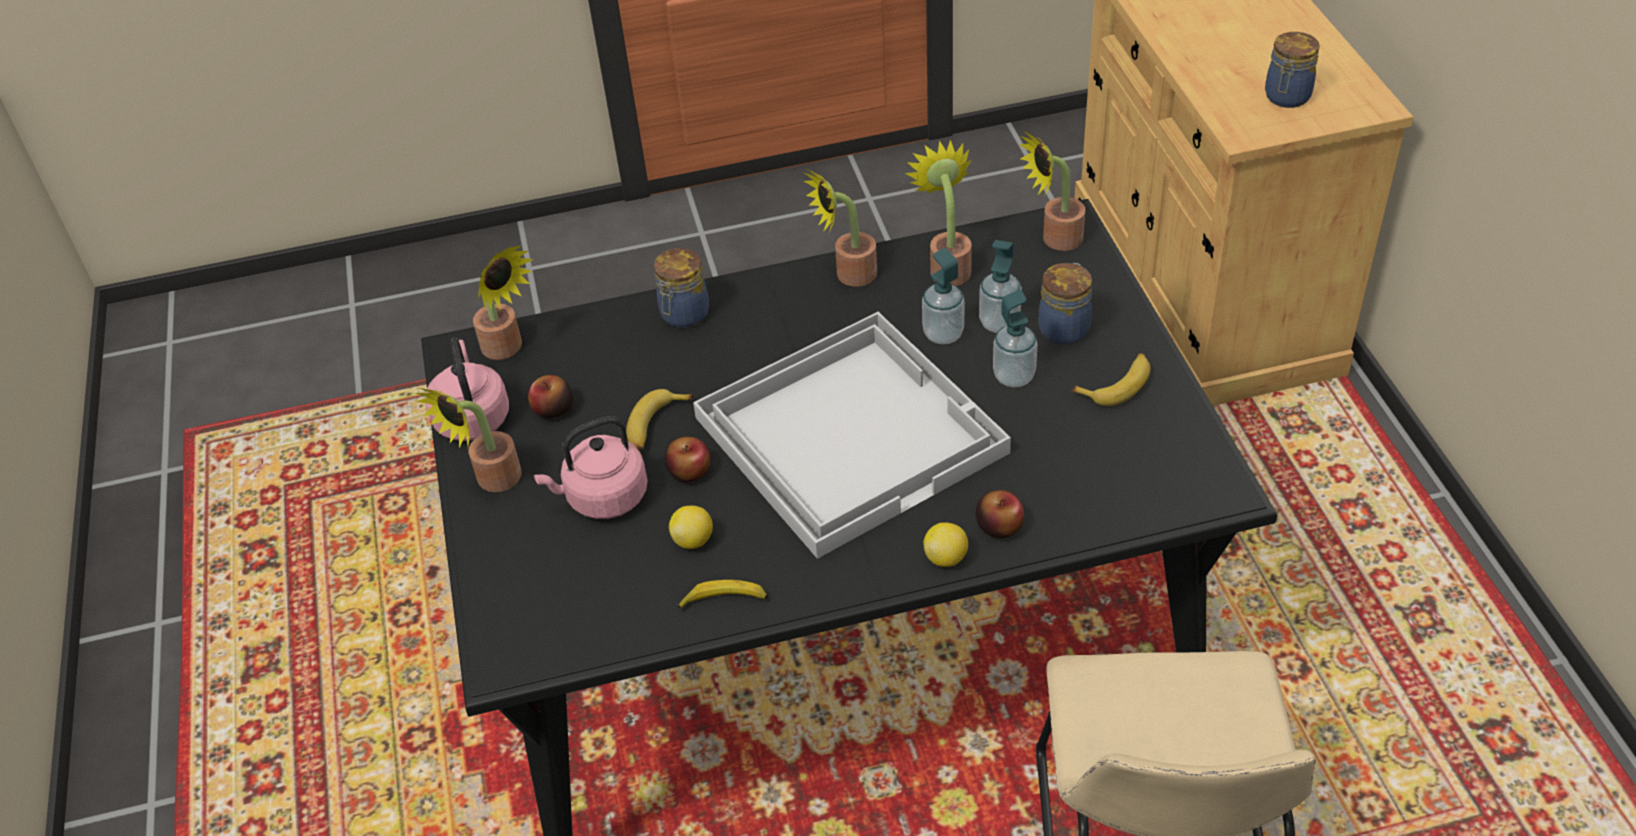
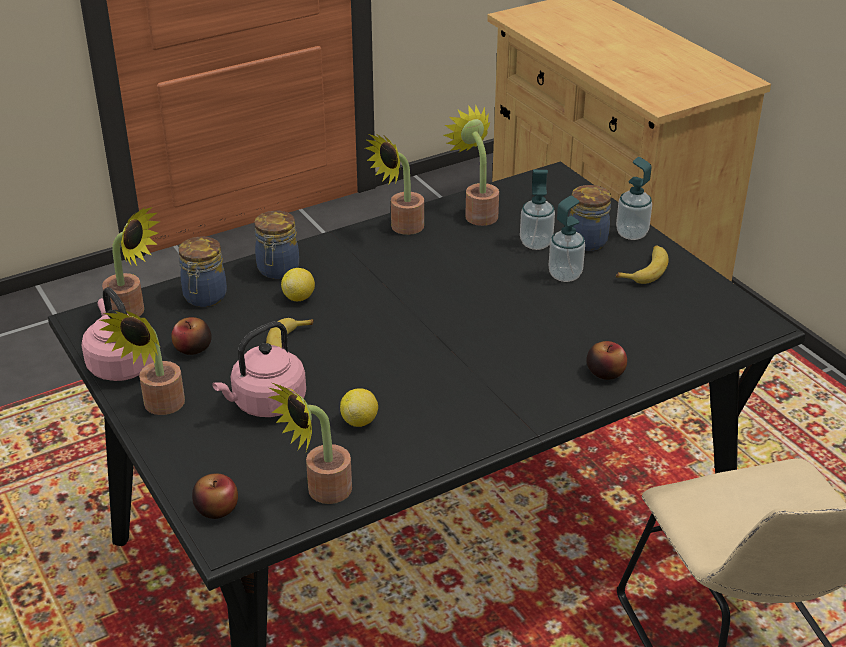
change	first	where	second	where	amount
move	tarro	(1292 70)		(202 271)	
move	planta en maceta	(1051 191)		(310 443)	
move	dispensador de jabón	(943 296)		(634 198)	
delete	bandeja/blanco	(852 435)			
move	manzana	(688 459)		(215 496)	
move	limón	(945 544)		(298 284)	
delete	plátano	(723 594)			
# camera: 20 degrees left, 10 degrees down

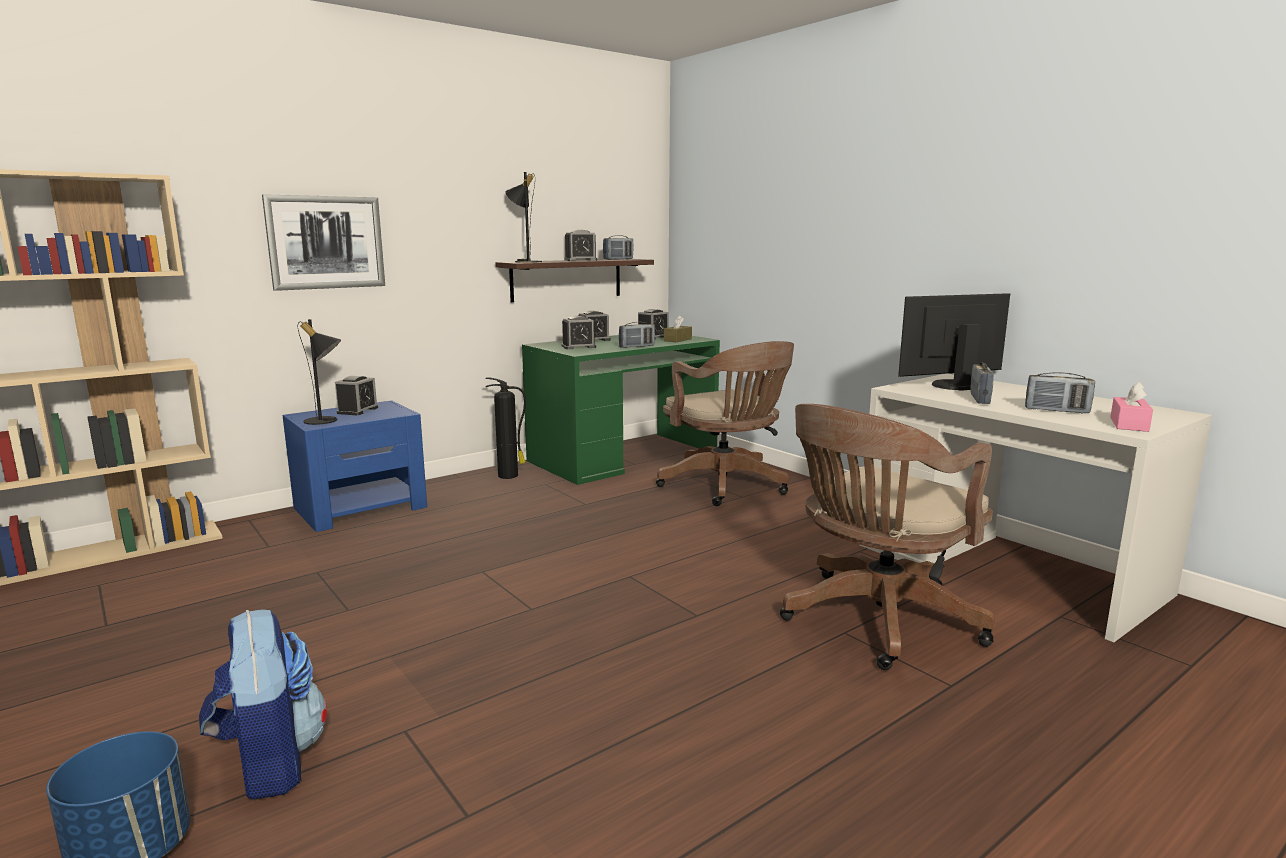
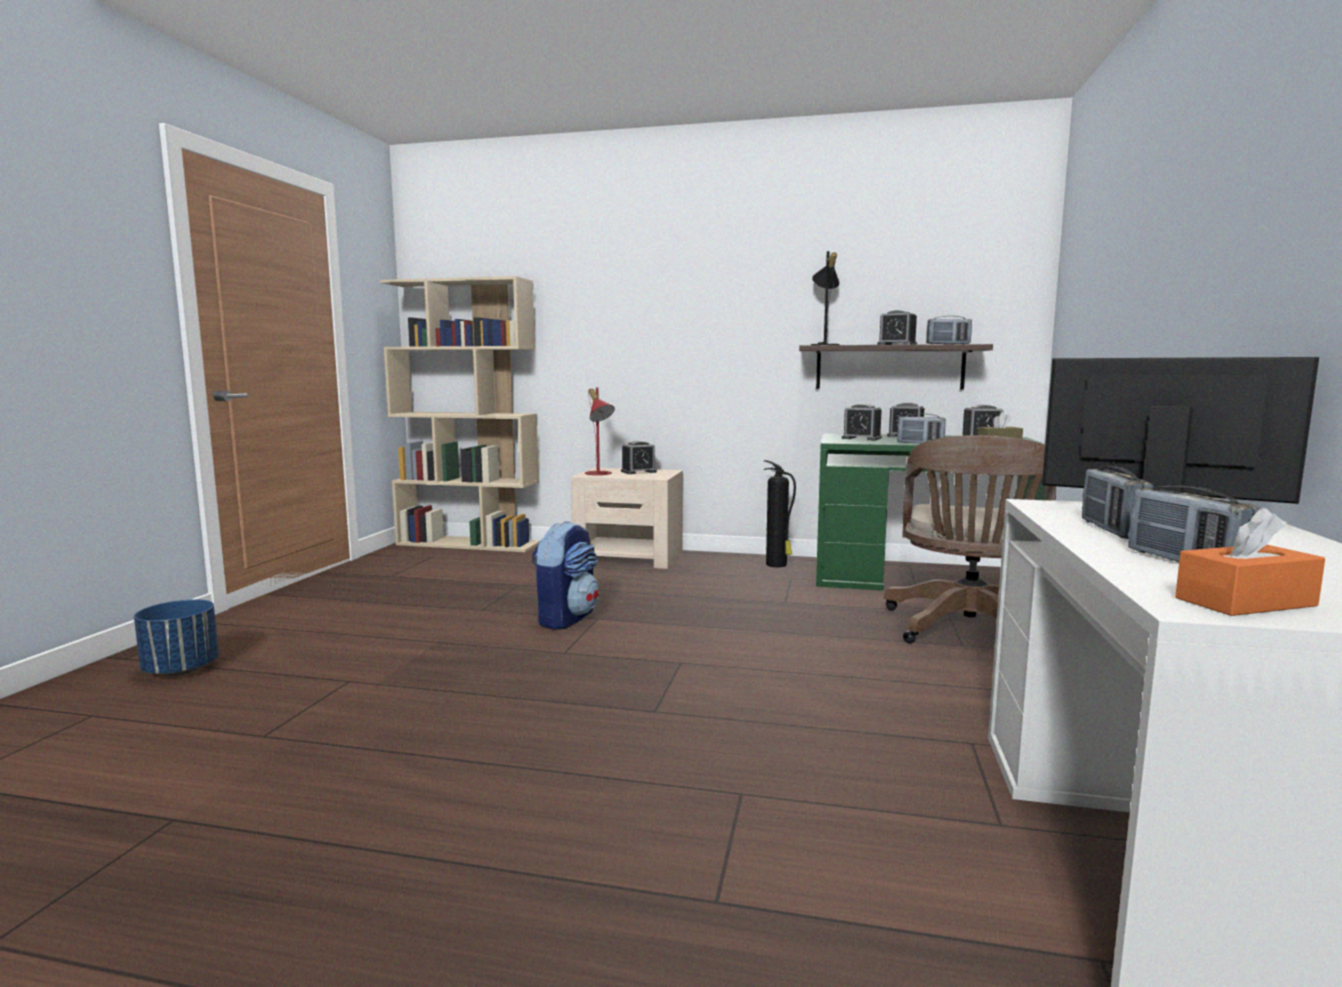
change	first	where	second	where	amount
delete	cuadro	(323 242)			
recolor	lámpara de mesa/negro	(319 372)	lámpara de mesa/rojo	(600 431)	
rotate	radio	(982 383)		(1118 502)	120 degrees clockwise
recolor	caja de pañuelos/rosa	(1131 407)	caja de pañuelos/naranja	(1250 561)	
recolor	mesita de noche/azul	(354 466)	mesita de noche/beis	(627 518)	
delete	silla de oficina/marrón	(887 537)			
move	mochila	(263 704)		(565 575)	
# camera: 50 degrees right, 5 degrees down

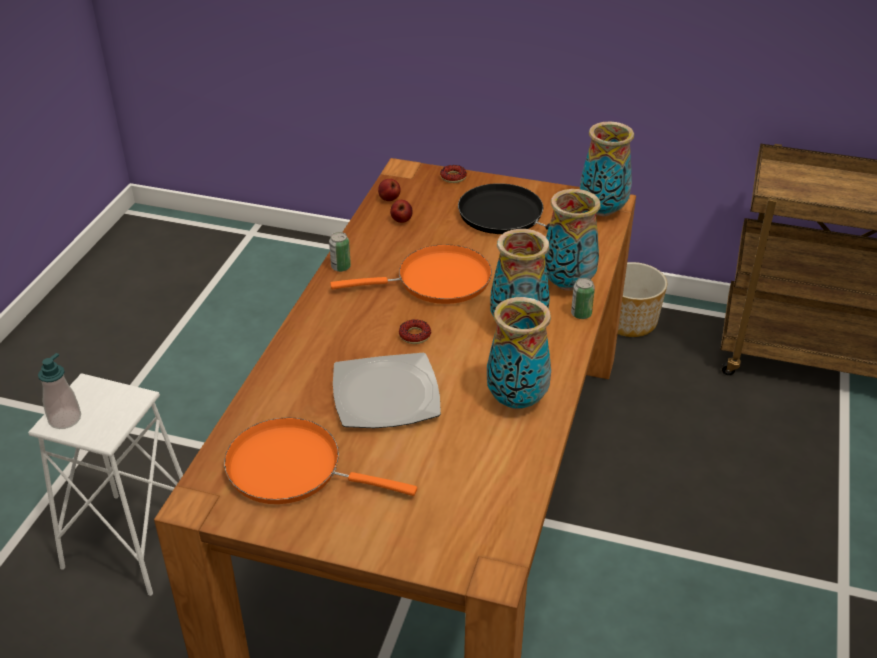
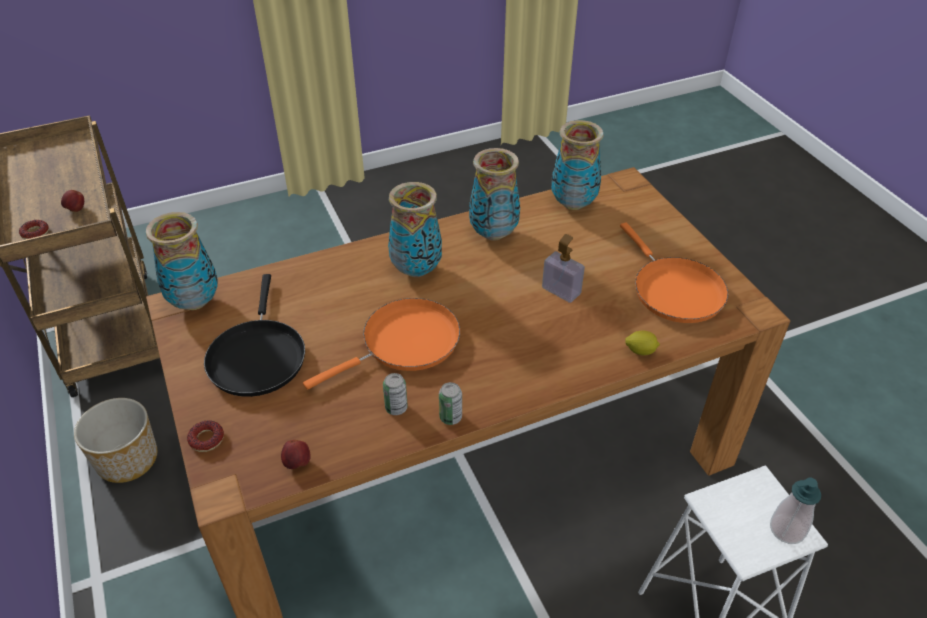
change	first	where	second	where	amount
move	florero	(573 240)		(577 165)	
move	manzana	(401 211)		(72 201)	
rotate	sartén/naranja	(411 274)		(381 344)	105 degrees clockwise
move	lata	(583 298)		(395 394)	
move	rosquilla	(415 331)		(34 229)	
replace	plato	(387 390)	dispensador de jabón	(563 268)	
insert			limón	(642 343)	
# camera: 130 degrees left, 5 degrees up

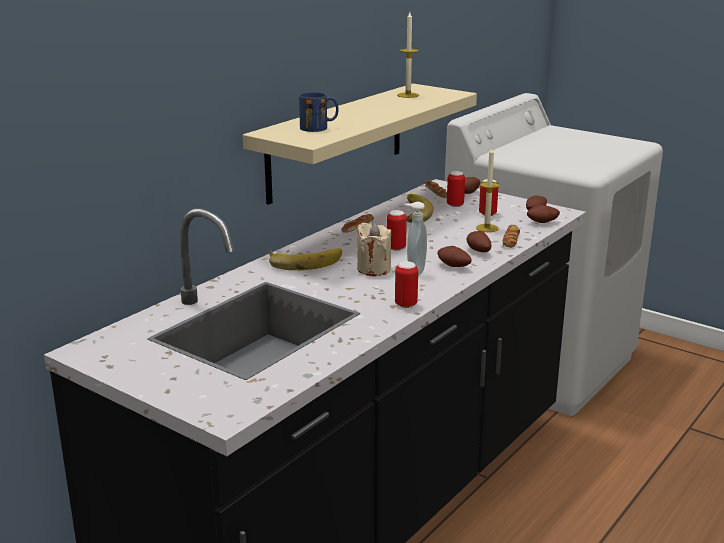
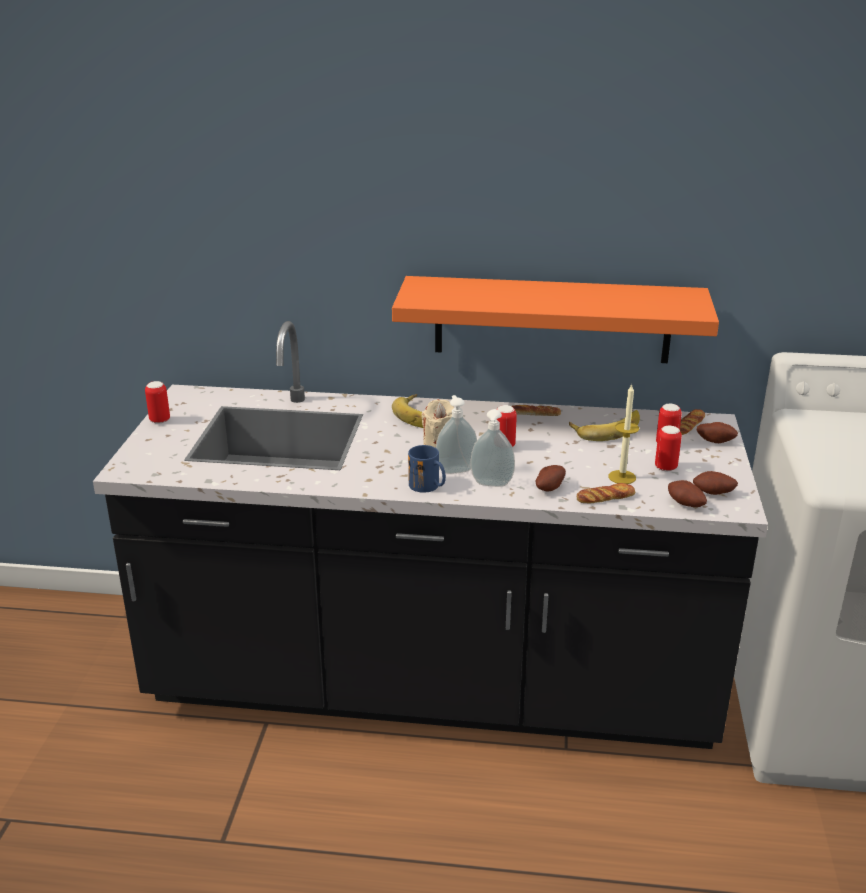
change	first	where	second	where	amount
delete	vela	(408 55)			
recolor	estante/beis	(360 144)	estante/naranja	(555 319)	
move	taza grande/azul	(319 112)		(427 469)	
replace	patata	(455 256)	dispensador de jabón	(493 448)	
move	lata	(406 284)		(157 402)	
# camera: 60 degrees right, 5 degrees up

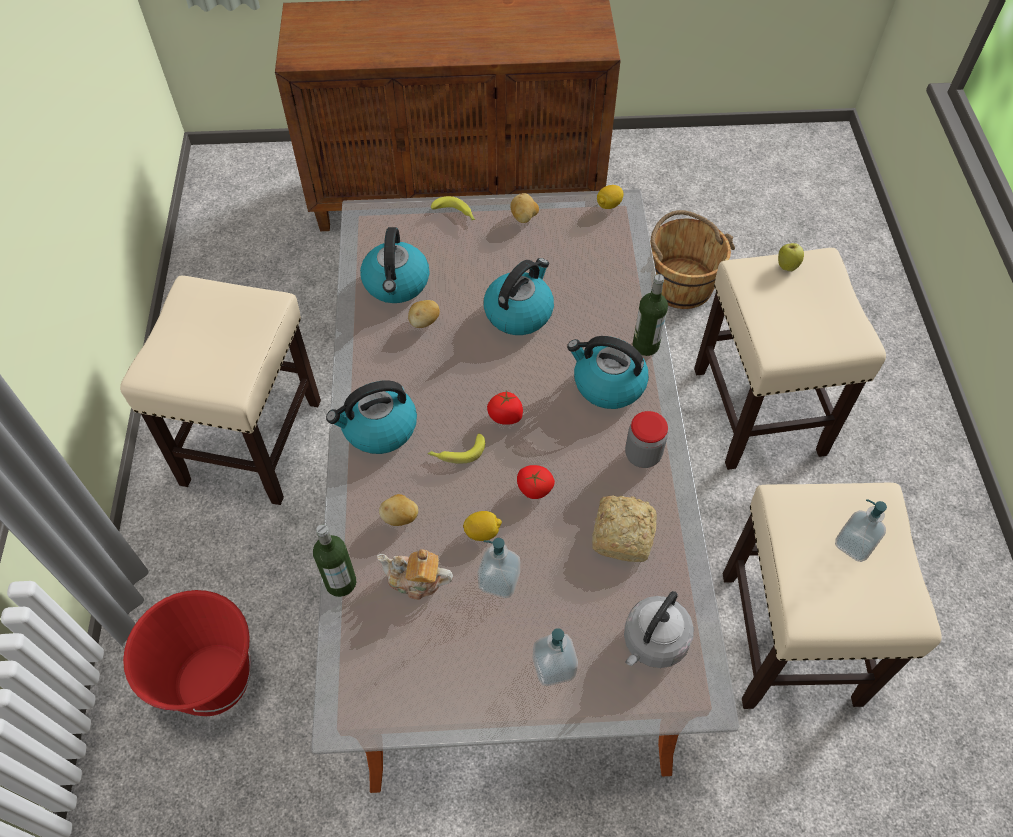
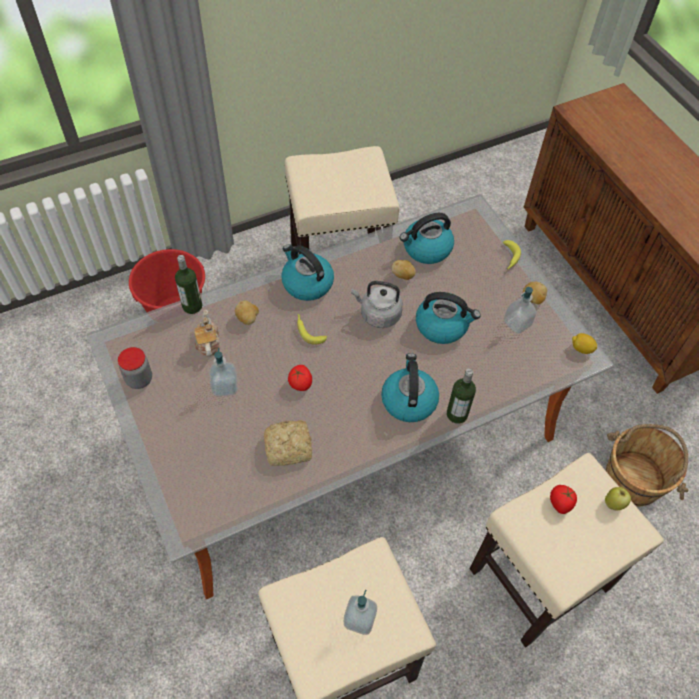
change	first	where	second	where	amount
move	tomate	(505 408)		(563 499)	
move	tarro	(646 439)		(135 368)	
delete	limón	(482 526)			
move	hervidor/gris	(659 629)		(377 304)	
move	dispensador de jabón	(555 657)		(520 310)	
# camera: 65 degrees right, 0 degrees up

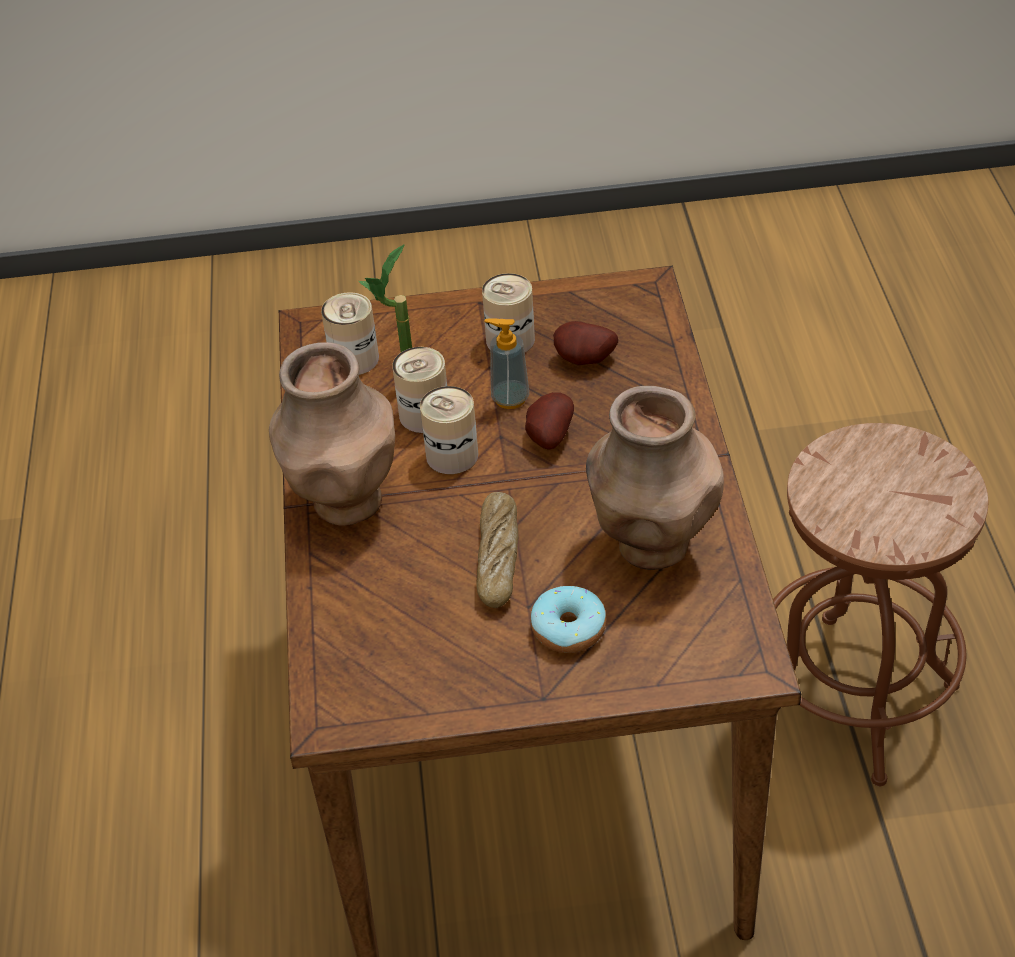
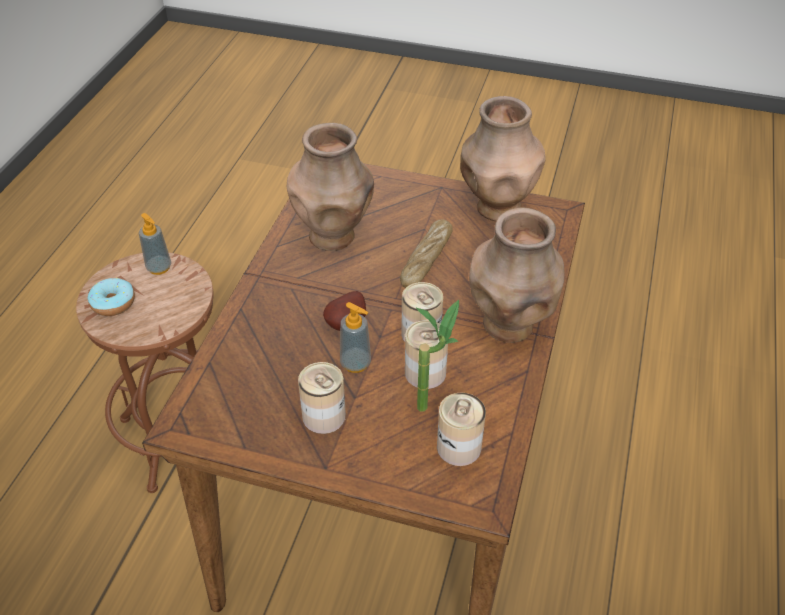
change	first	where	second	where	amount
delete	patata	(585 343)			
move	rosquilla	(568 619)		(111 297)	
insert			florero/marrón	(503 158)	
insert			dispensador de jabón	(155 244)	
# camera: 160 degrees left, 0 degrees up

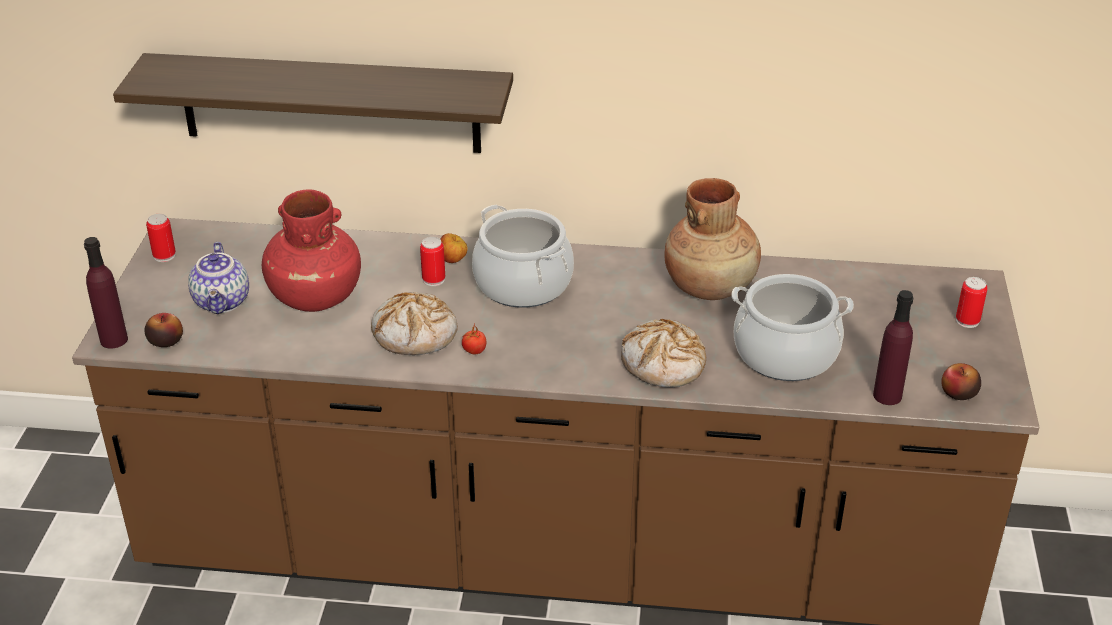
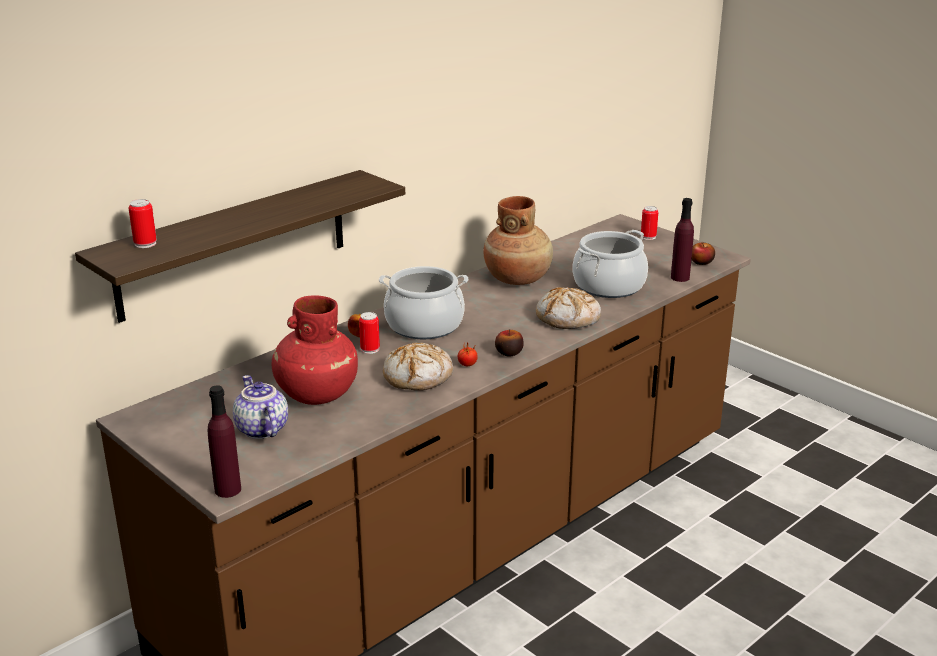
change	first	where	second	where	amount
move	lata	(161 238)		(143 223)	
rotate	tetera	(218 278)		(260 407)	150 degrees counterclockwise
move	manzana	(164 330)		(509 343)	
# camera: 50 degrees left, 10 degrees down

